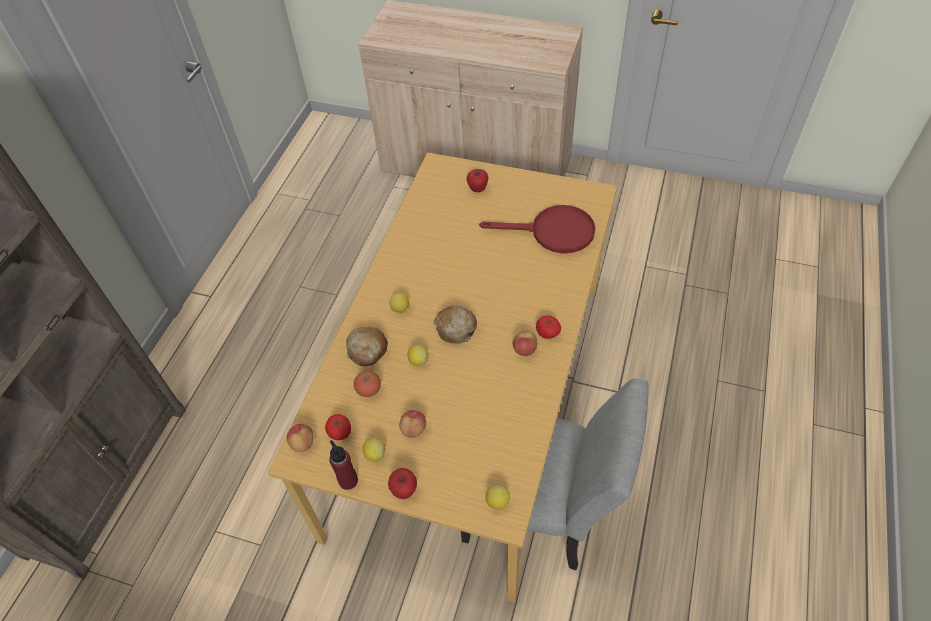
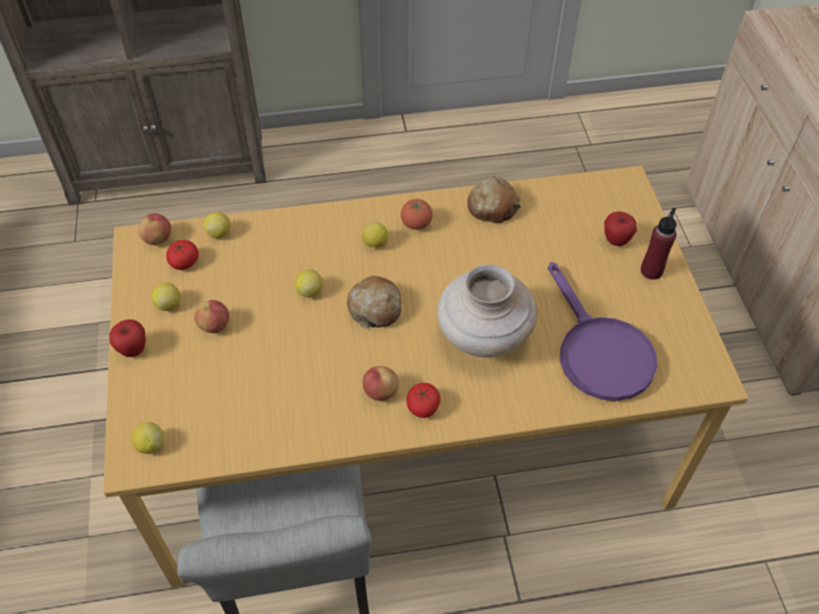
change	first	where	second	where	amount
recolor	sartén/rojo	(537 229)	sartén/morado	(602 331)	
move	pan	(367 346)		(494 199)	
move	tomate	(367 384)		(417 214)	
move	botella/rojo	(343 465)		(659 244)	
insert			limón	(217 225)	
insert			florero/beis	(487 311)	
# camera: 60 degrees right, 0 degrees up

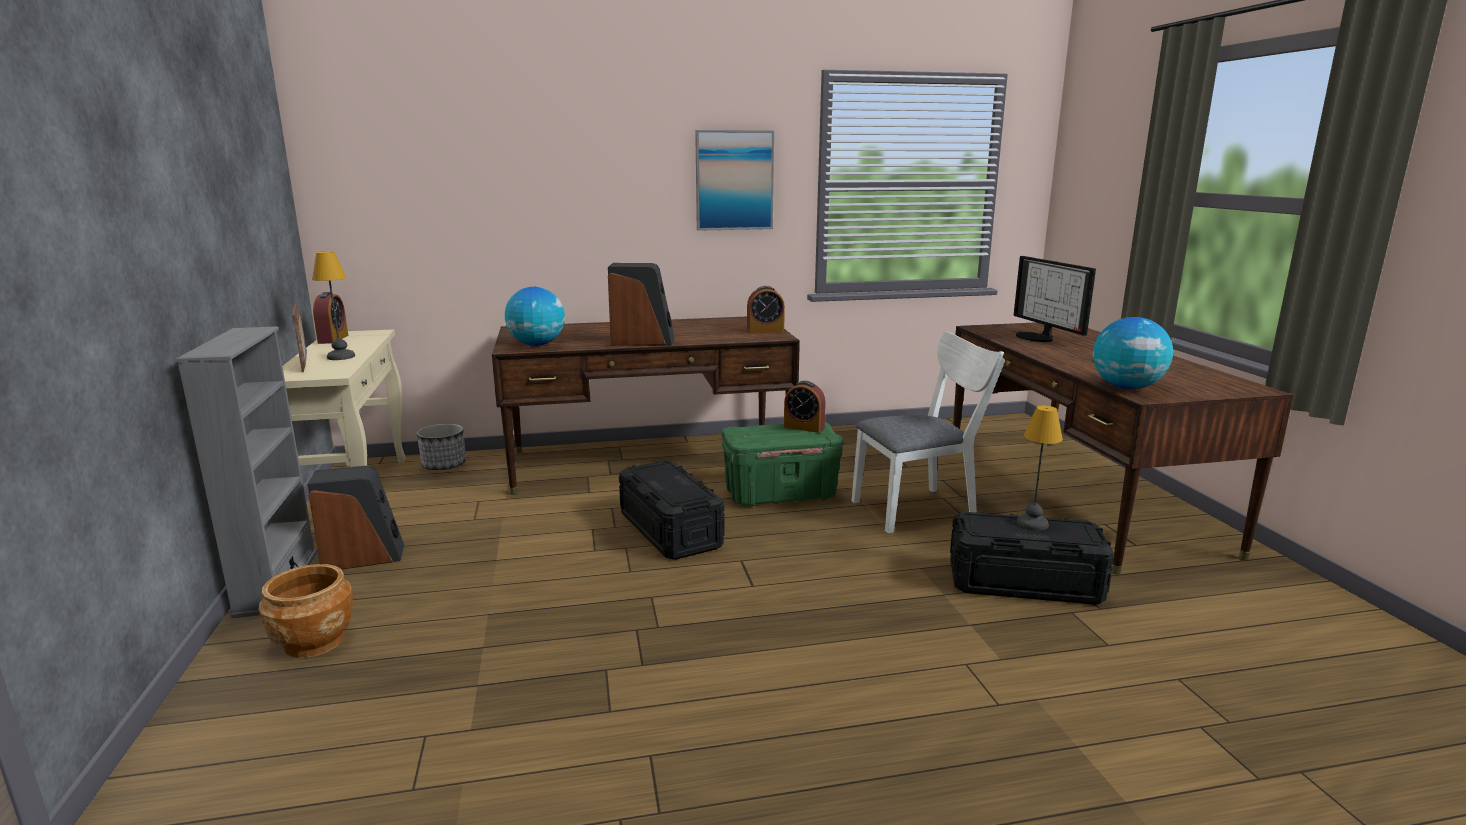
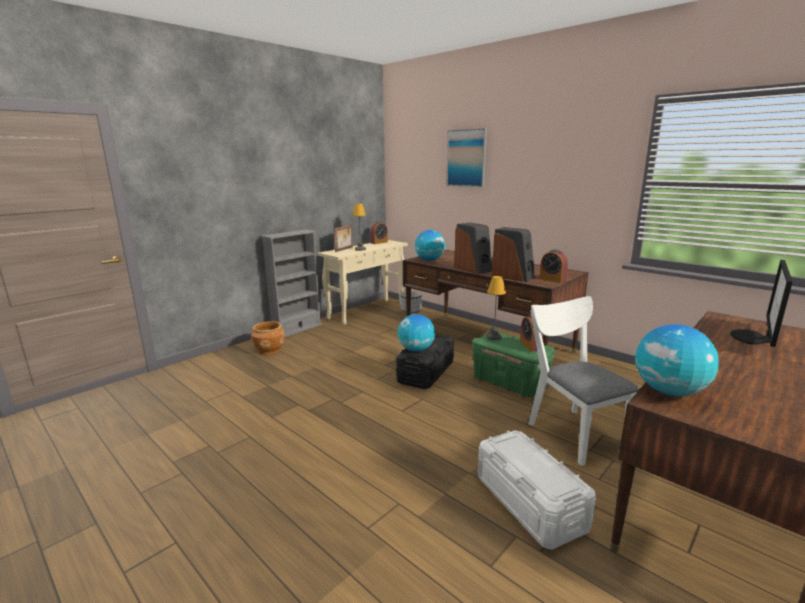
change	first	where	second	where	amount
move	cuadro	(734 180)		(466 157)	
rotate	silla/blanco	(928 432)		(584 381)	150 degrees counterclockwise
move	lámpara de mesa	(1040 468)		(496 308)	
move	altavoz	(355 518)		(513 254)	
recolor	caja de almacenaje/negro	(1032 558)	caja de almacenaje/blanco	(537 490)	
insert			globo terráqueo	(416 333)	
# camera: 55 degrees right, 0 degrees up

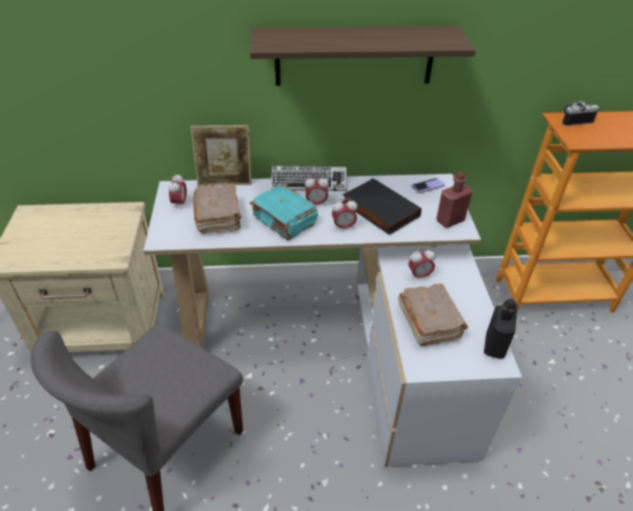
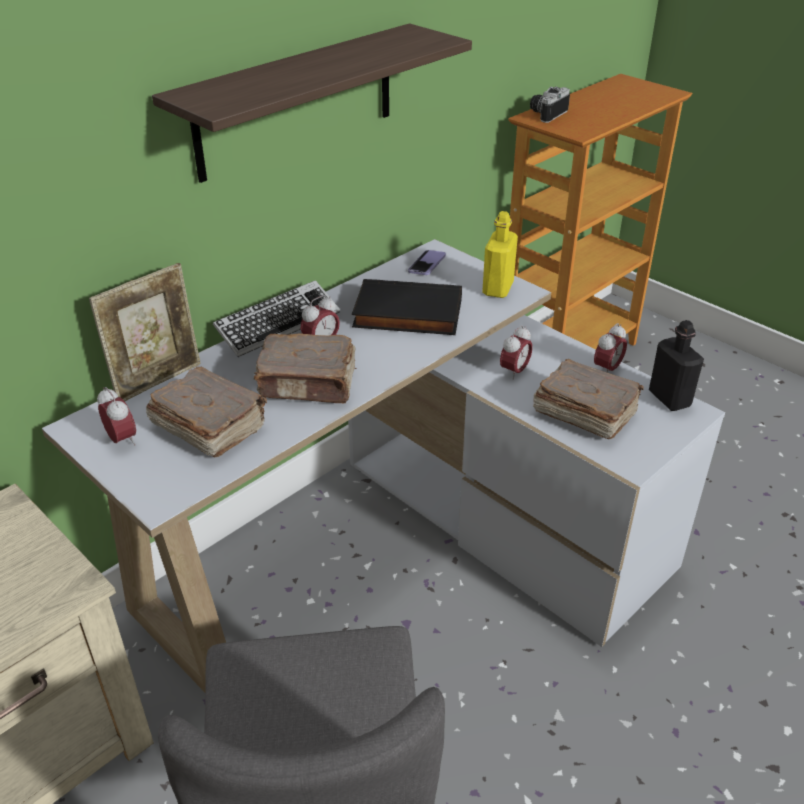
change	first	where	second	where	amount
recolor	botella/rojo	(454 200)	botella/amarillo	(500 254)	
recolor	libro/turquesa	(284 212)	libro/marrón	(305 368)	
move	despertador	(344 213)		(610 348)	
# camera: 40 degrees left, 5 degrees down

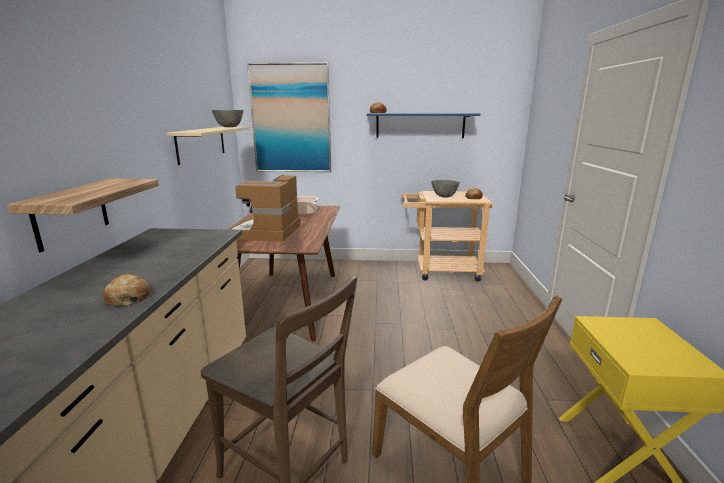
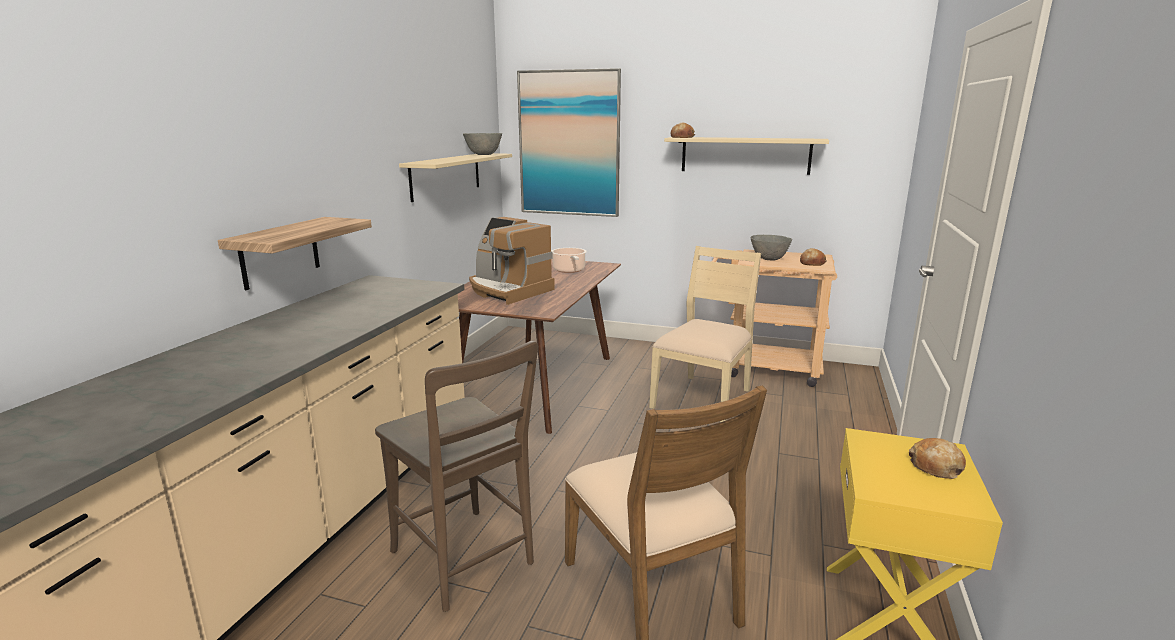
change	first	where	second	where	amount
recolor	estante/azul	(423 125)	estante/beis	(746 156)	
rotate	cafetera	(264 208)		(512 261)	75 degrees counterclockwise
move	pan	(126 290)		(937 458)	
insert			silla/beis	(705 334)	
# camera: 15 degrees right, 0 degrees up

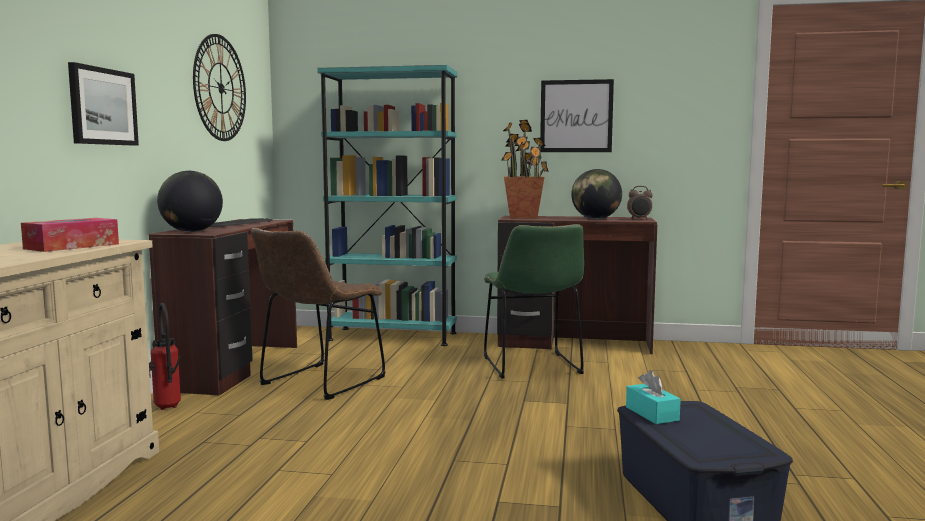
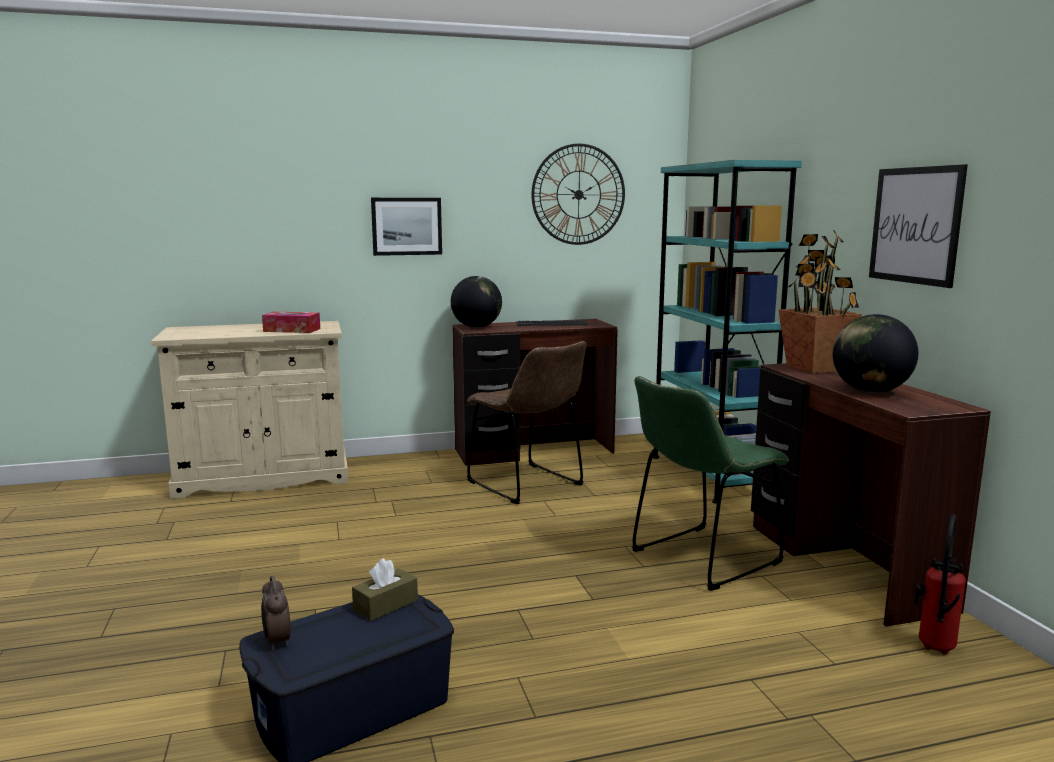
change	first	where	second	where	amount
move	despertador	(640 202)		(276 613)	
rotate	silla/marrón	(318 314)		(527 422)	135 degrees counterclockwise
move	extintor	(165 356)		(940 584)	
recolor	caja de pañuelos/turquesa	(653 397)	caja de pañuelos/marrón	(385 589)	
# camera: 65 degrees right, 5 degrees up

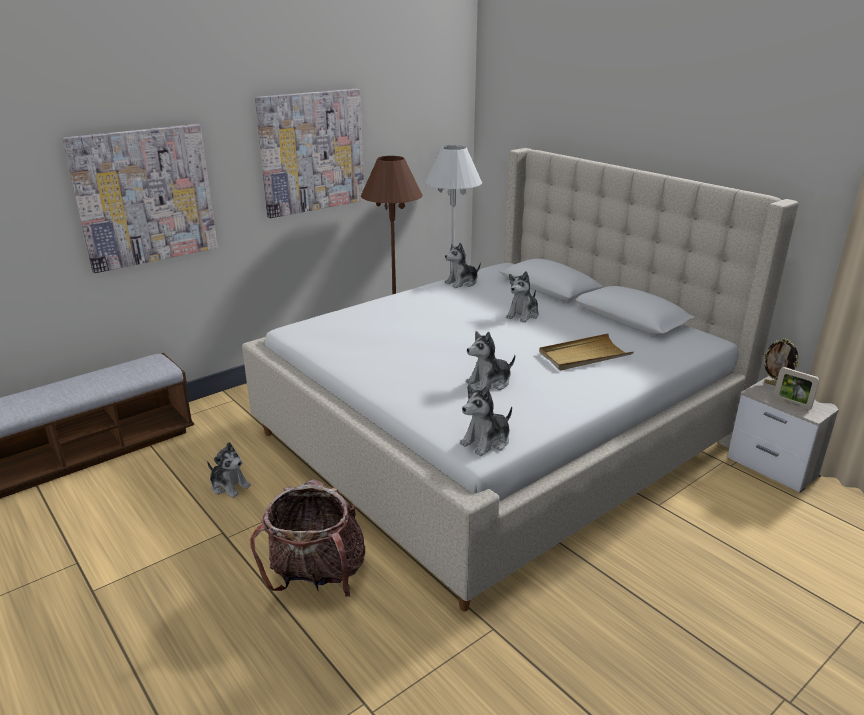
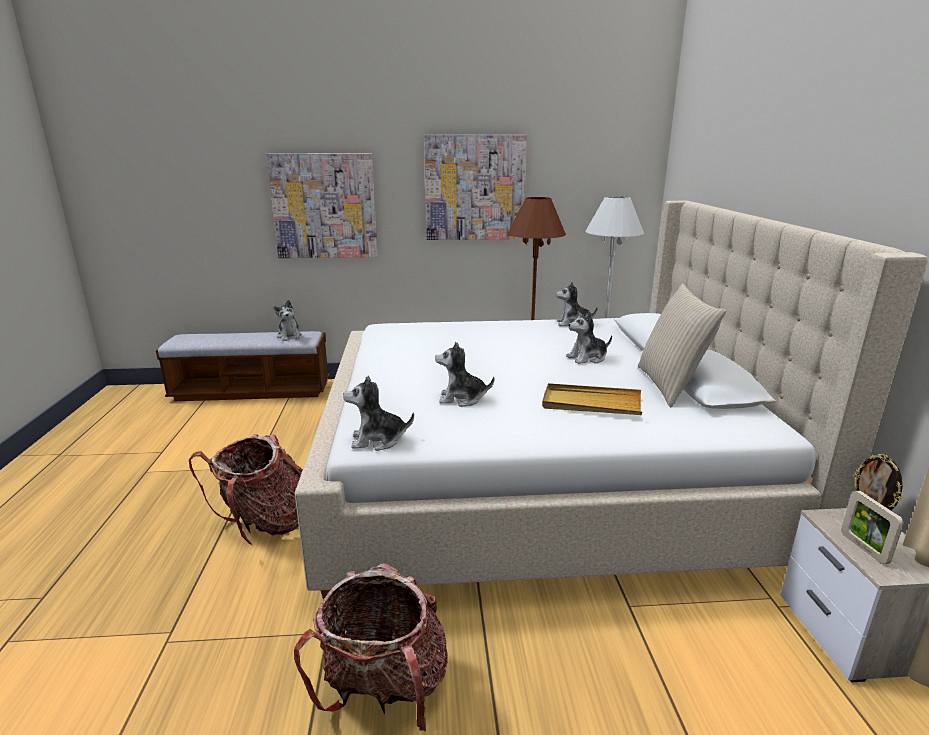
change	first	where	second	where	amount
move	peluche	(229 470)		(287 320)	
insert			cojín/beis	(682 345)	
insert			mochila	(371 647)	
# camera: 35 degrees right, 5 degrees down

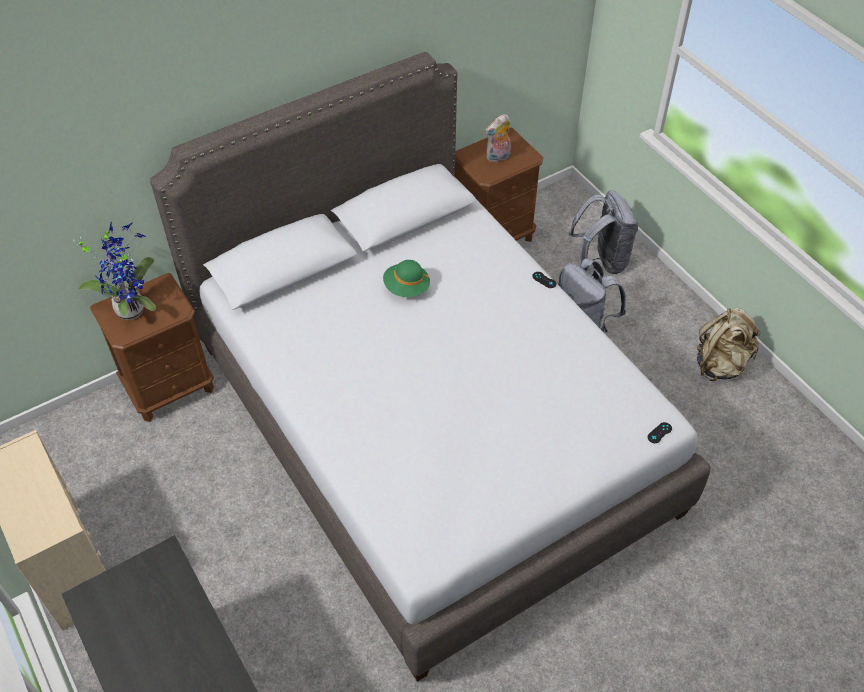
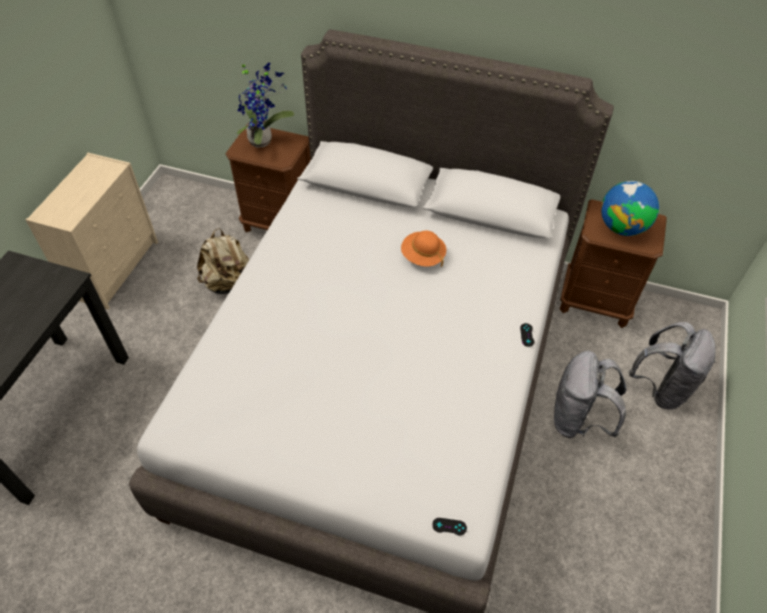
change	first	where	second	where	amount
replace	peluche	(498 138)	globo terráqueo	(630 208)	
recolor	sombrero/verde	(406 278)	sombrero/naranja	(423 248)	
move	mochila/beis	(729 344)		(223 261)	
# camera: 50 degrees right, 0 degrees up

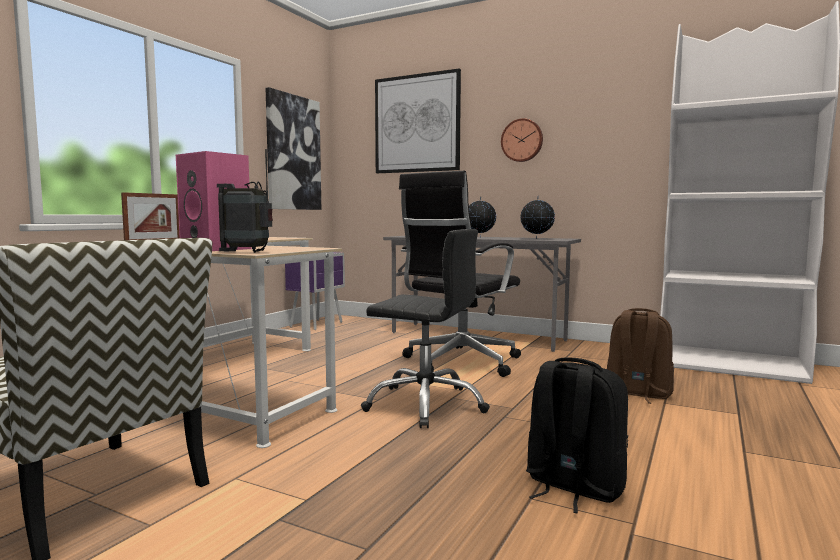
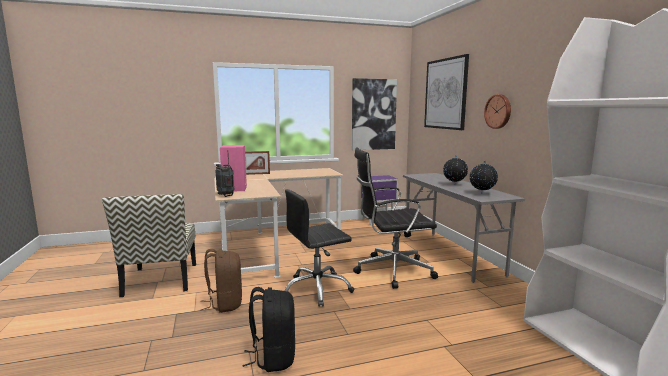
change	first	where	second	where	amount
rotate	silla de oficina/negro	(425 328)		(319 248)	90 degrees clockwise
move	mochila/marrón	(640 356)		(221 281)	
# camera: 45 degrees right, 5 degrees up

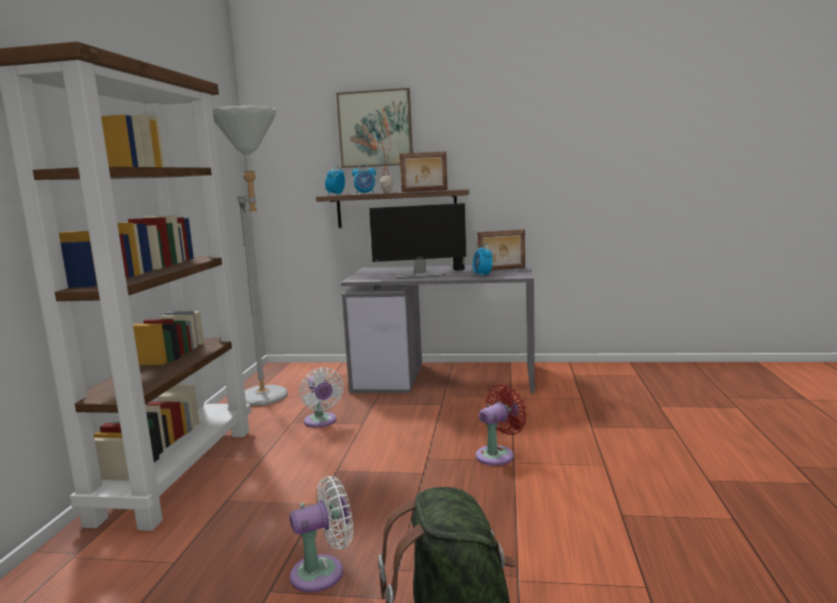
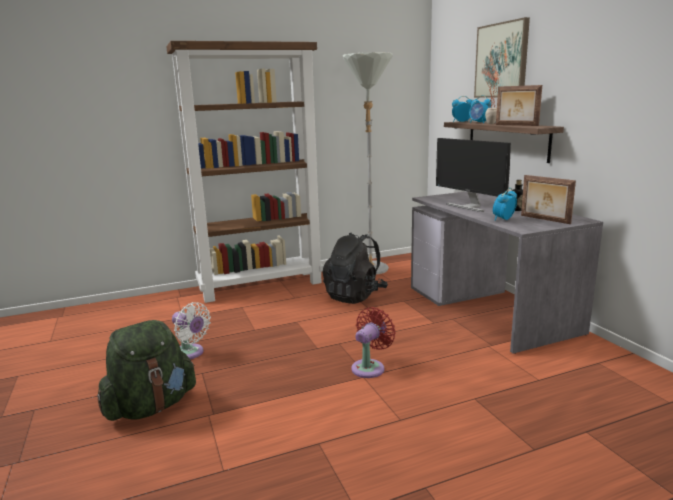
change	first	where	second	where	amount
replace	ventilador/blanco	(321 397)	mochila/negro	(355 268)	
rotate	ventilador/rojo	(501 425)		(374 342)	75 degrees counterclockwise
# camera: 60 degrees right, 5 degrees up

